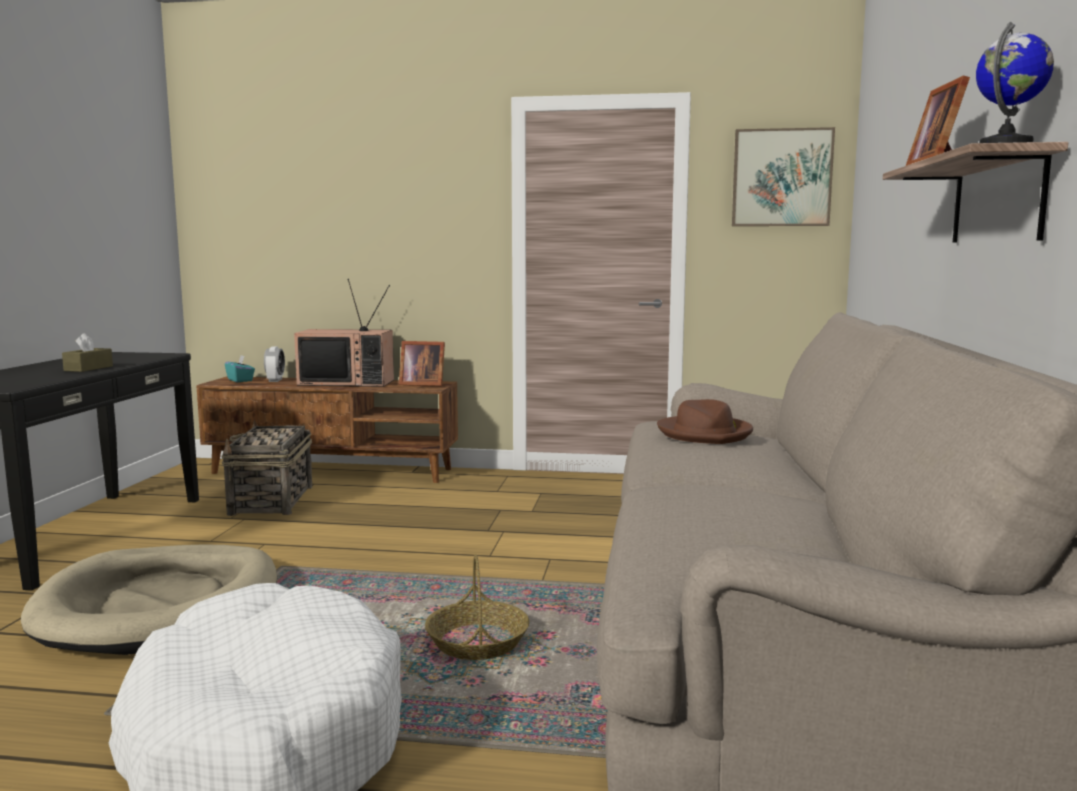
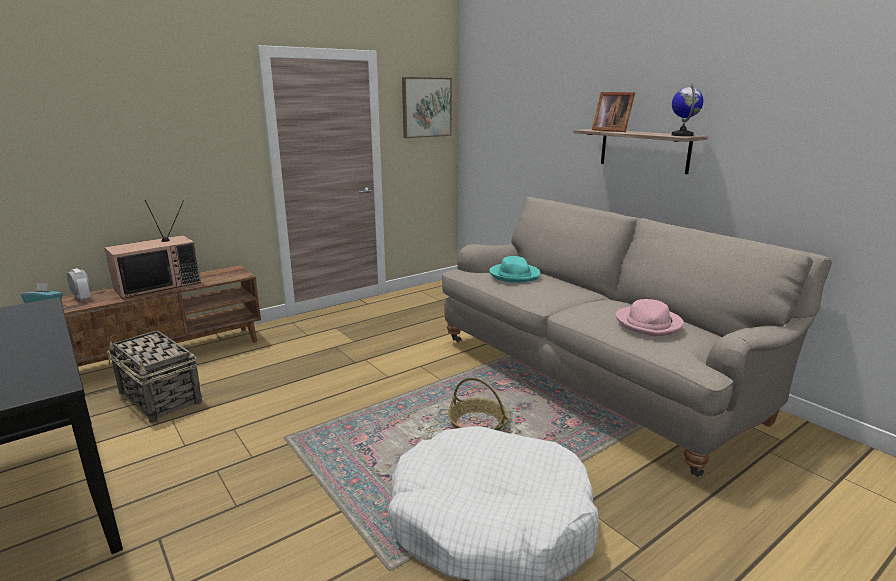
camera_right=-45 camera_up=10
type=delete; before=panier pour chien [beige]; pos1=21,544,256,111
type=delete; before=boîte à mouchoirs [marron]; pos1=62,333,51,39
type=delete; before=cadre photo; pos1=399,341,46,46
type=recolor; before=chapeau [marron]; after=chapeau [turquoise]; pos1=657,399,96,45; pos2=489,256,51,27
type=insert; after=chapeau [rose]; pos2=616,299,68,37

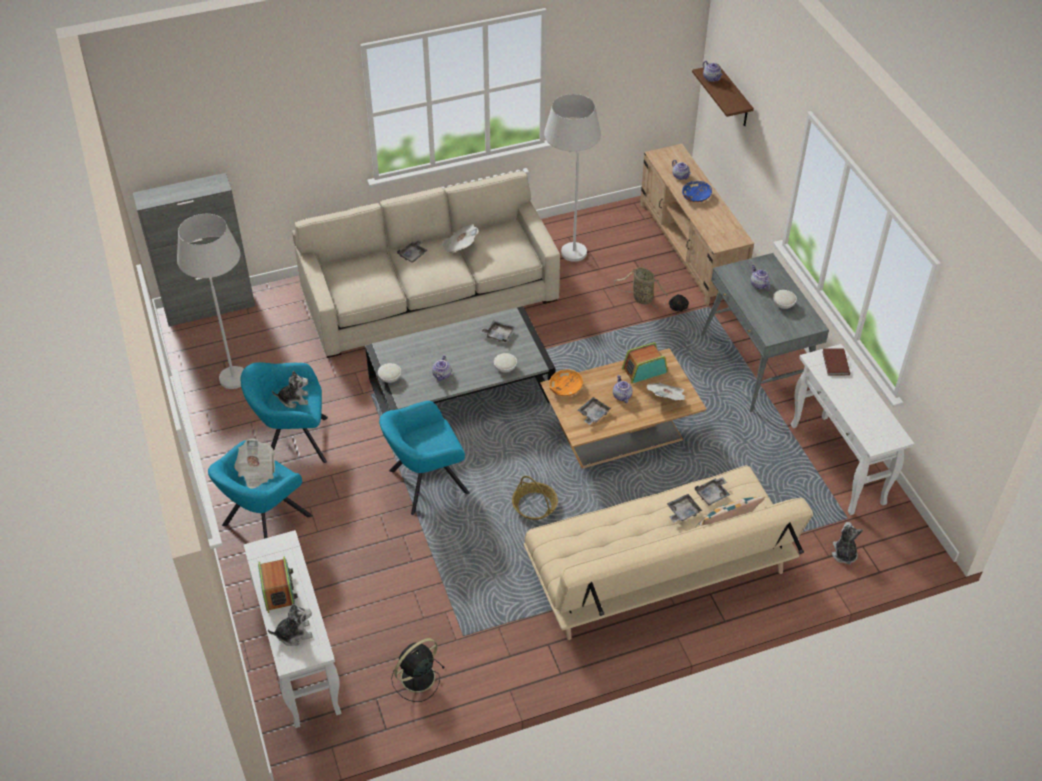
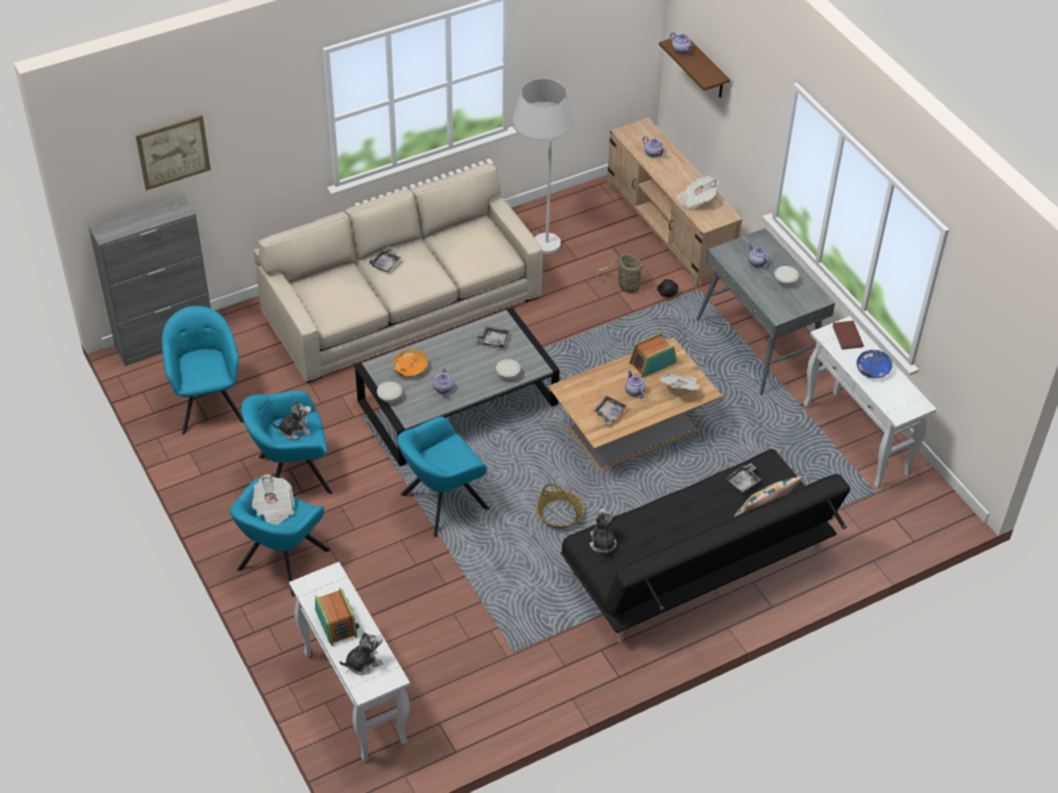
camera_right=-10 camera_up=0
type=replace; before=lampadaire [blanc]; after=fauteuil [turquoise]; pos1=177,214,67,175; pos2=162,306,82,129
type=delete; before=ventilateur [noir]; pos1=391,638,54,64
type=move; before=journal; pos1=442,224,37,30; pos2=676,176,43,33
type=recolor; before=canapé [beige]; after=canapé [noir]; pos1=524,465,289,175; pos2=561,449,289,194
type=move; before=bol [orange]; pos1=549,369,34,27; pos2=393,349,35,28
type=delete; before=plateau [gris]; pos1=667,494,35,28
type=move; before=bol [bleu]; pos1=682,181,30,21; pos2=857,350,35,28
type=move; before=peluche; pos1=832,522,31,43; pos2=590,508,28,45
type=insert; after=tableau; pos2=135,115,76,75

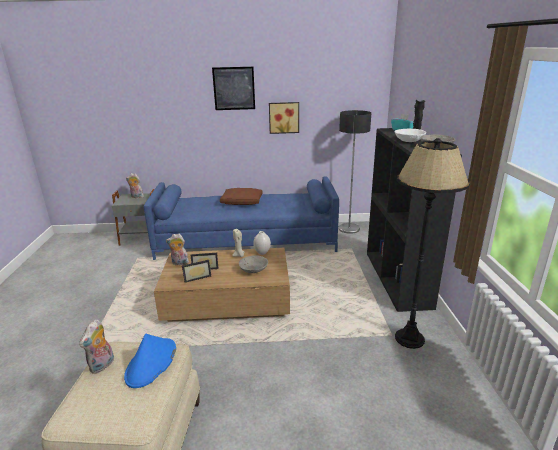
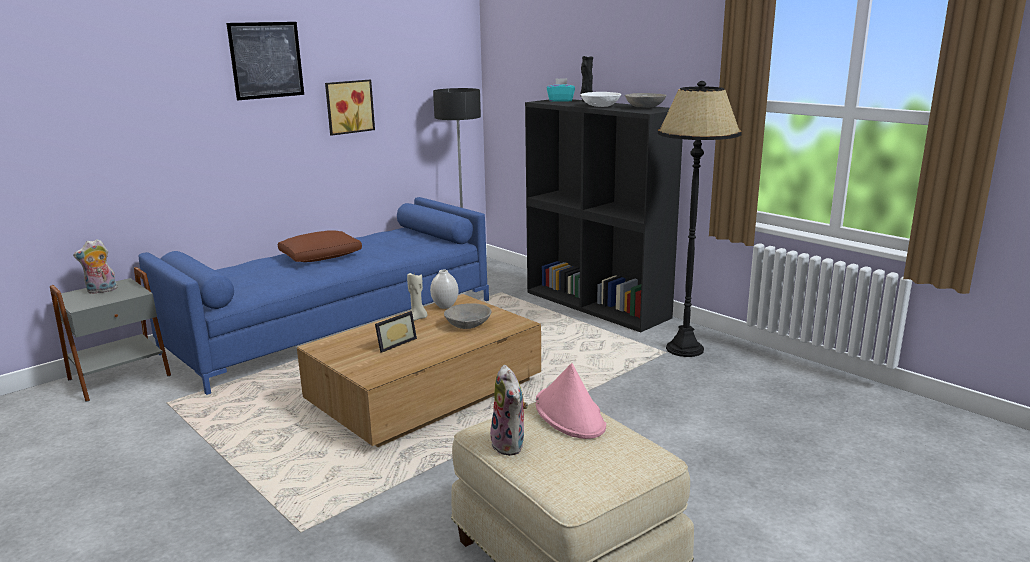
camera_right=-40 camera_up=-5
type=recolor; before=chapeau [bleu]; after=chapeau [rose]; pos1=124,334,52,54; pos2=536,363,70,76
type=delete; before=peluche; pos1=166,234,23,31
type=delete; before=cadre photo; pos1=182,260,29,23

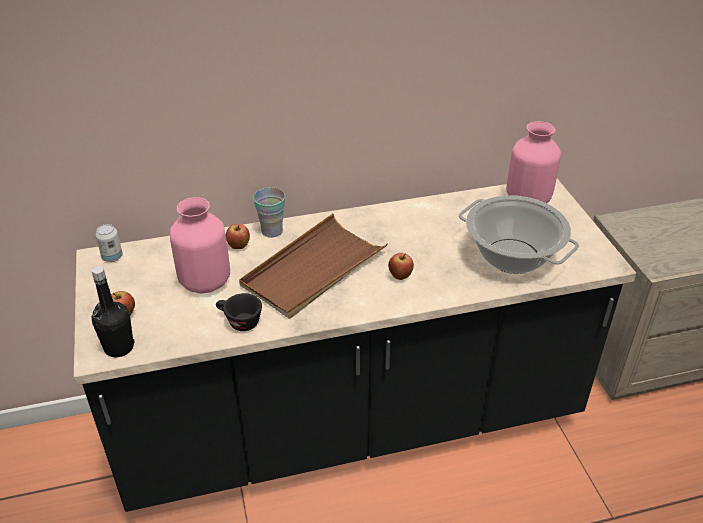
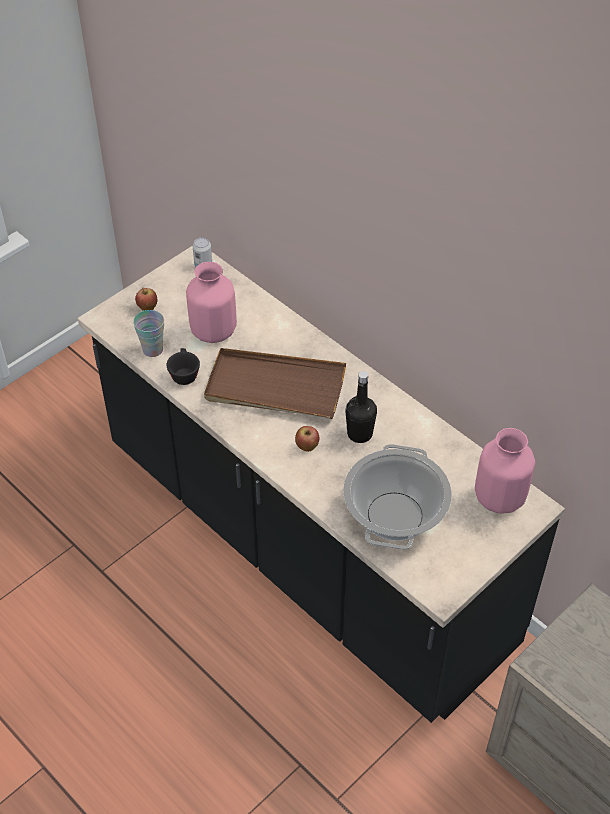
camera_right=60 camera_up=10
type=move; before=bouteille [noir]; pos1=92,266,42,91; pos2=346,371,31,72
type=delete; before=pomme; pos1=226,224,24,25
type=move; before=tasse; pos1=253,187,32,51; pos2=133,310,31,47

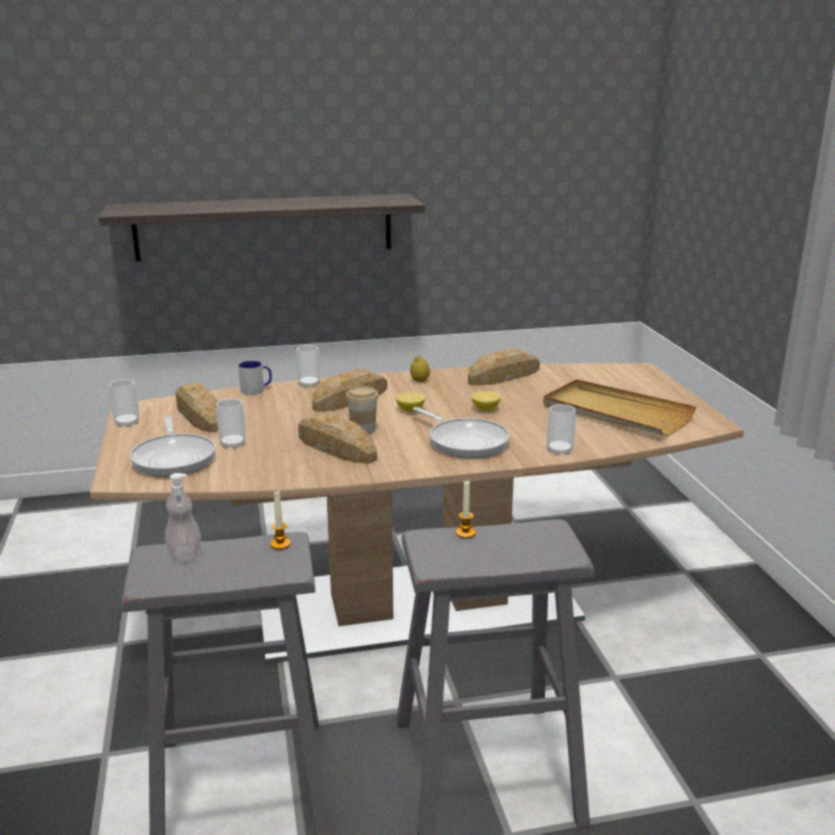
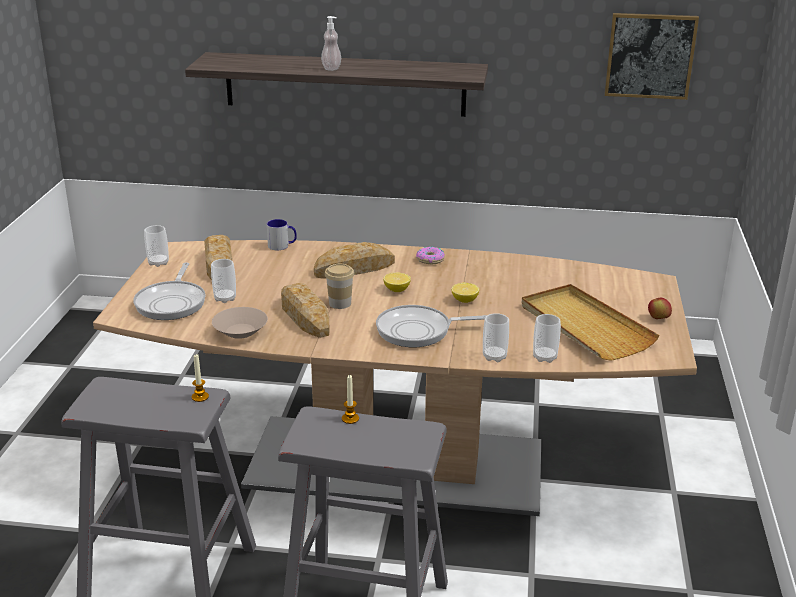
camera_right=20 camera_up=5
type=move; before=distributeur de savon; pos1=165,473,36,88; pos2=321,16,20,55
type=move; before=tasse; pos1=296,345,24,43; pos2=533,314,28,49
type=replace; before=citron; after=beignet; pos1=410,356,20,26; pos2=416,247,29,17
type=rotate; before=poêle; pos1=413,407,97,51; pos2=376,305,111,42; turn=105
type=delete; before=pain; pos1=468,349,72,37
type=insert; after=bol [beige]; pos2=212,307,56,32
type=insert; after=tableau; pos2=605,13,94,87
type=insert; after=pomme; pos2=648,297,24,22

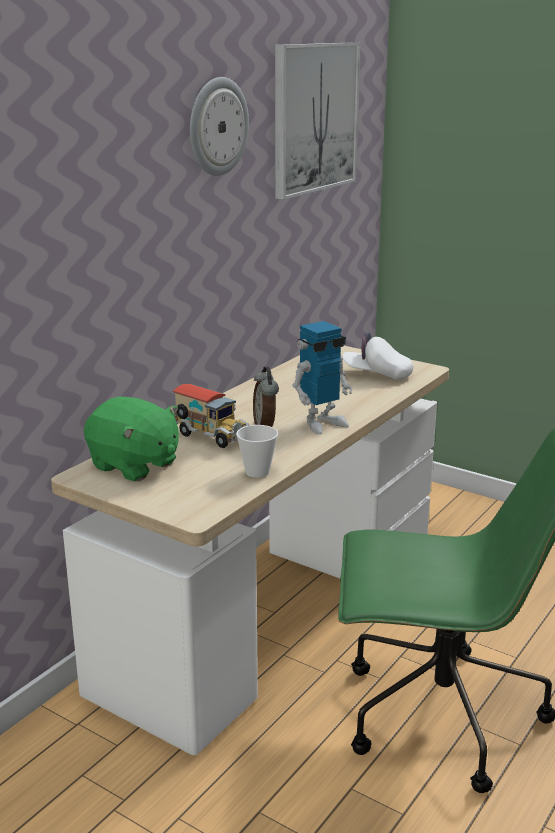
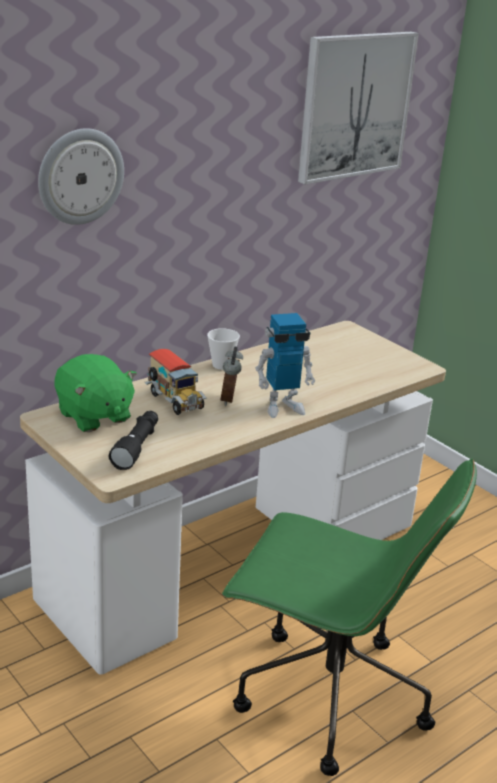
camera_right=15 camera_up=5
type=move; before=horloge murale; pos1=190,77,59,99; pos2=38,128,86,97
type=move; before=tasse; pos1=236,425,42,53; pos2=207,328,33,42
type=delete; before=casquette [blanc]; pos1=342,332,71,48
type=insert; after=lampe de poche [noir]; pos2=109,411,49,59

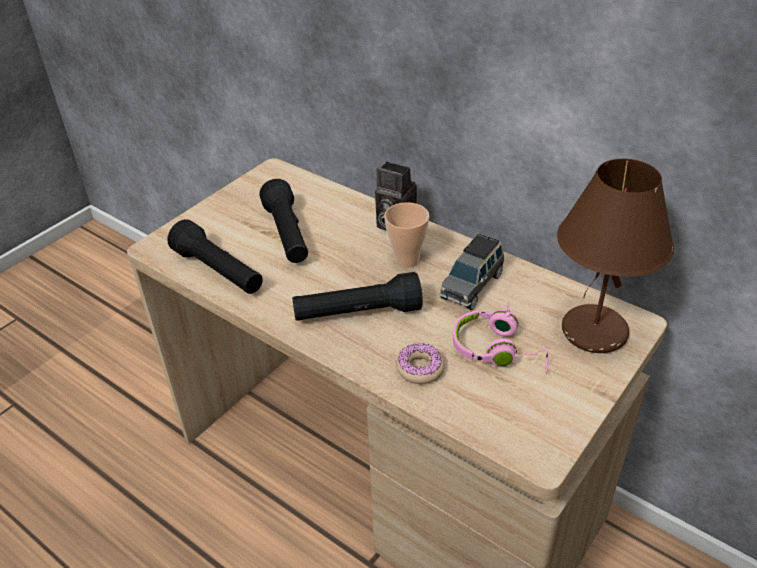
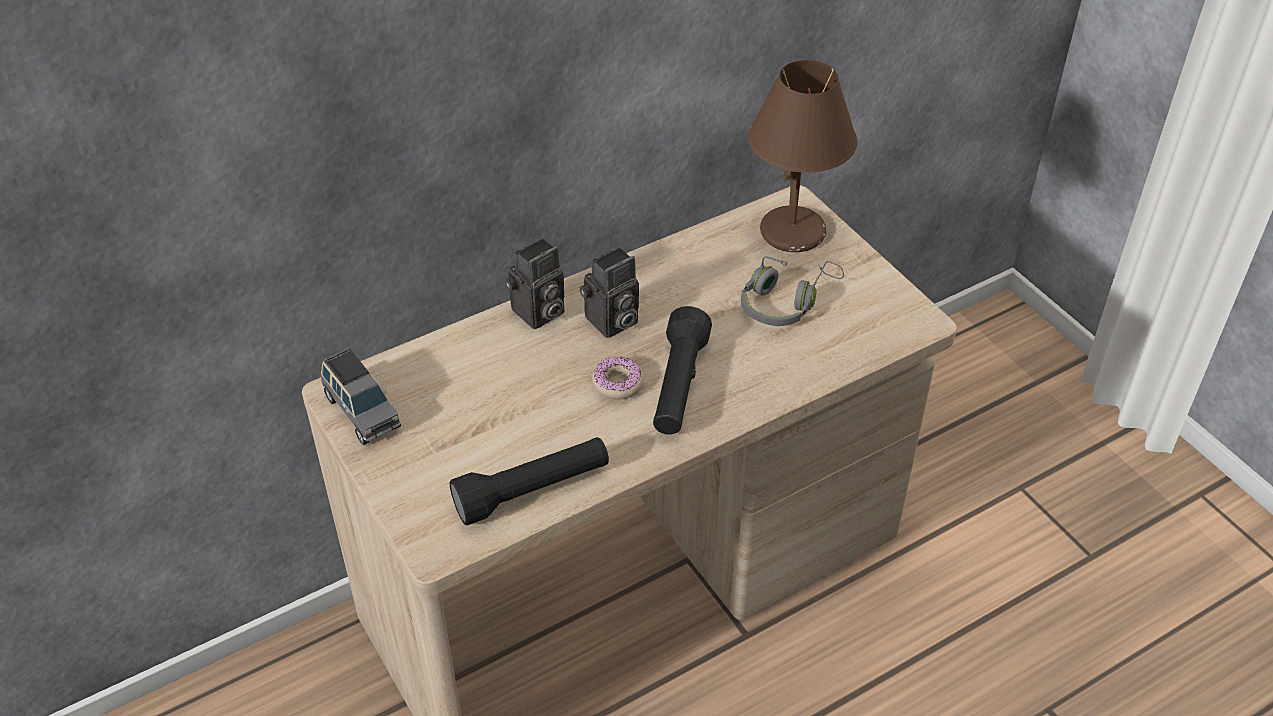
camera_right=-70 camera_up=5
type=delete; before=lampe de poche [noir]; pos1=259,179,49,84
type=replace; before=tasse; after=appareil photo; pos1=384,202,45,66; pos2=580,247,59,91
type=move; before=beignet; pos1=396,344,49,40; pos2=592,356,52,44
type=move; before=petite voiture [gris]; pos1=440,233,64,77; pos2=321,349,80,96
type=recolor; before=casque audio [rose]; after=casque audio [gris]; pos1=453,301,96,73; pos2=741,256,103,70

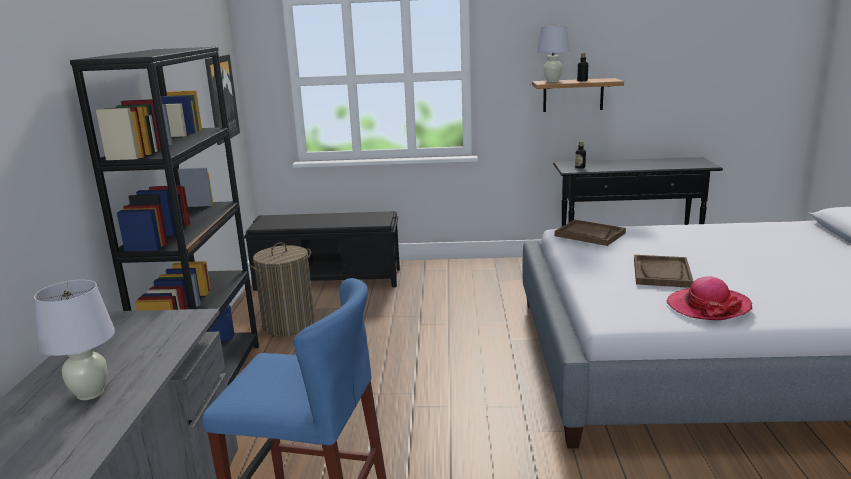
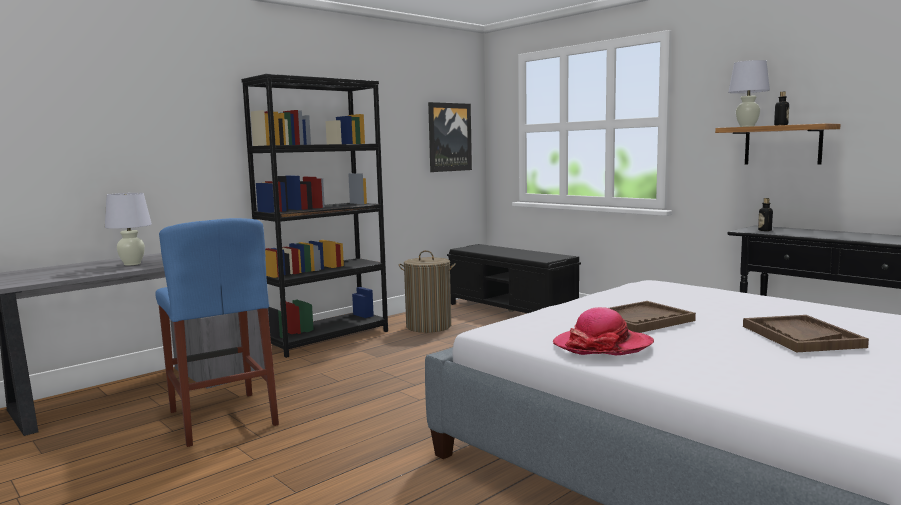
camera_right=45 camera_up=-10
type=move; before=plateau [marron]; pos1=555,219,71,27; pos2=743,315,126,37

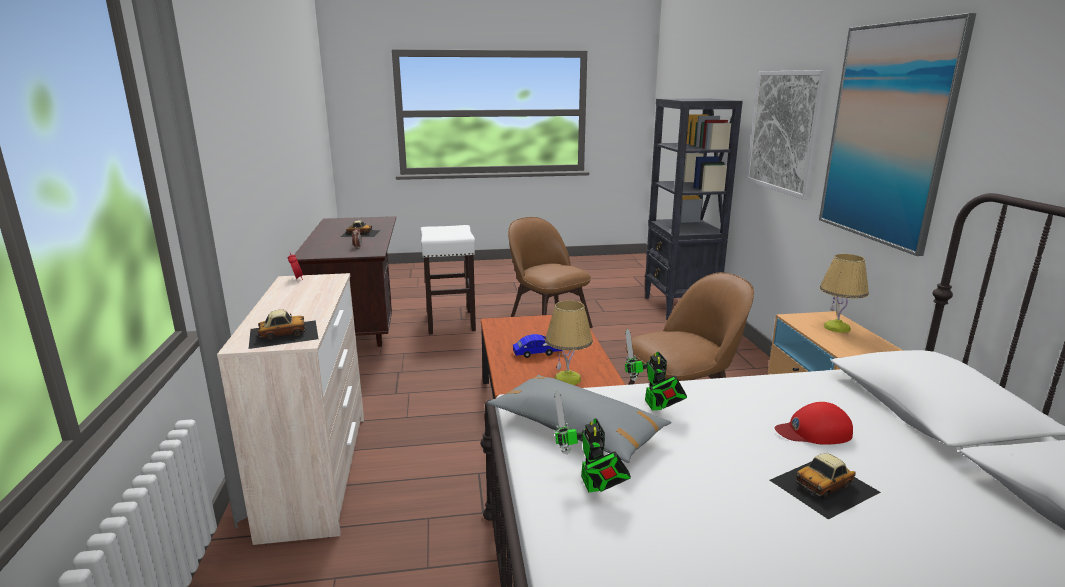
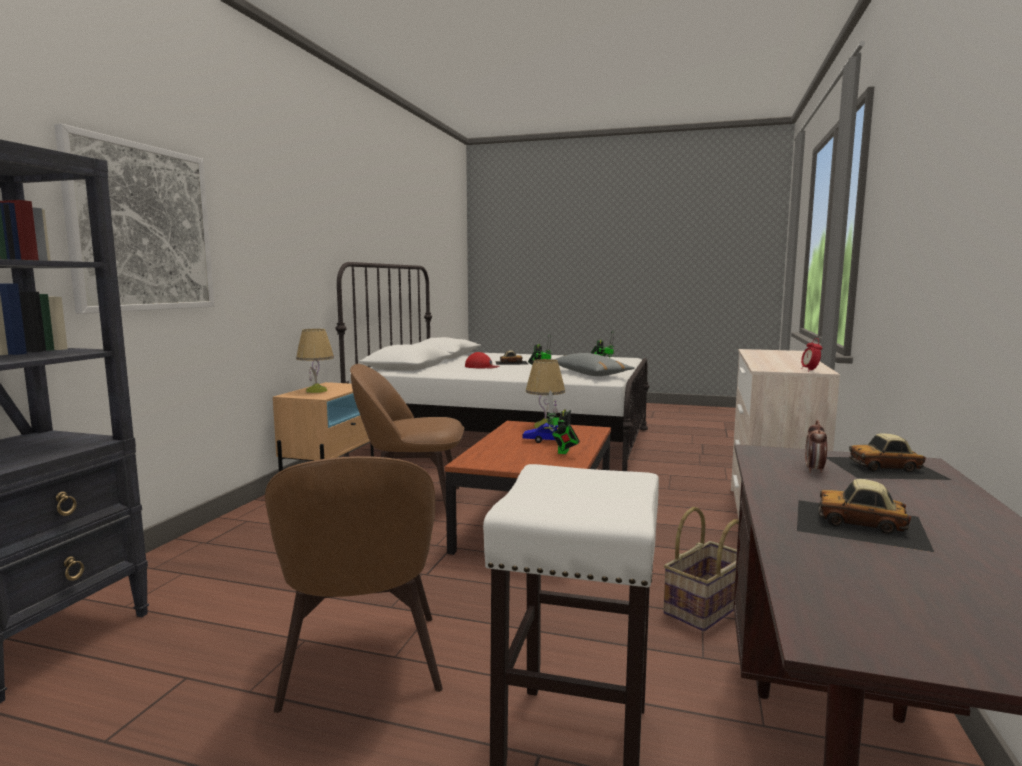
camera_right=-155 camera_up=-10
type=move; before=petite voiture; pos1=249,309,70,40; pos2=827,433,124,47
type=delete; before=tableau; pos1=819,13,157,243
type=insert; after=robot jouet; pos2=547,390,33,64
type=insert; after=panier; pos2=663,507,76,124

